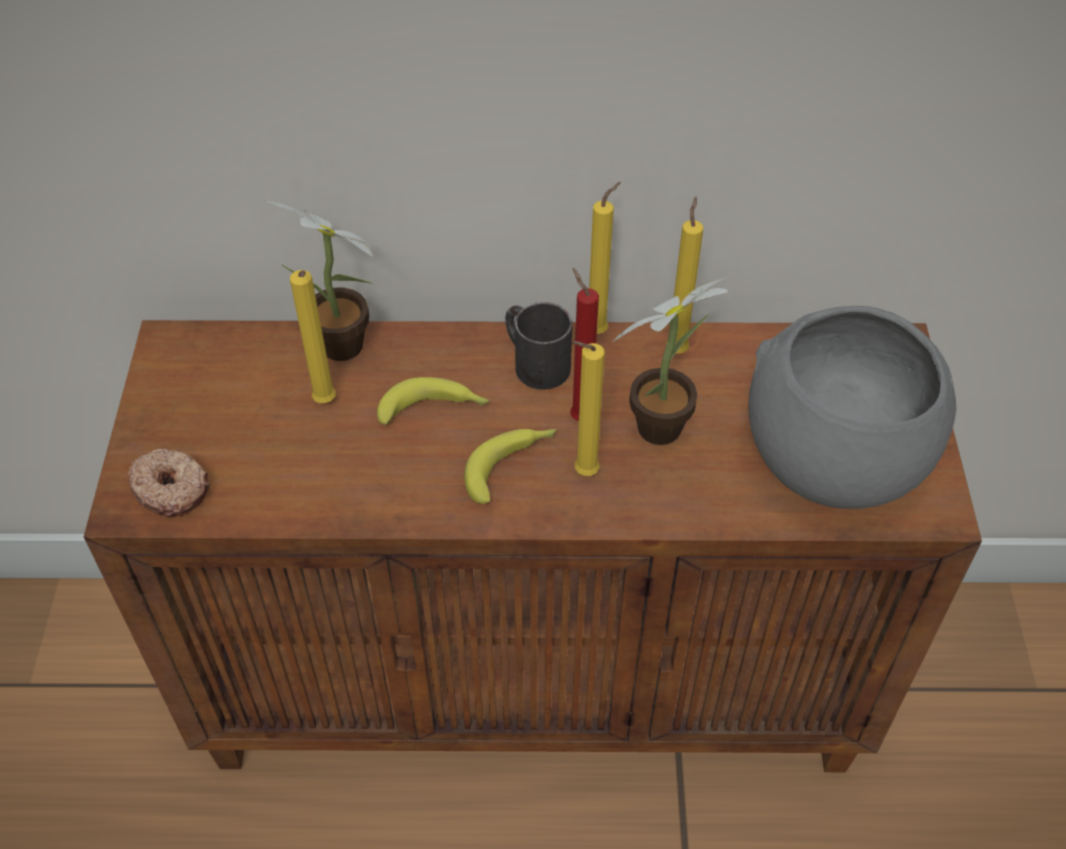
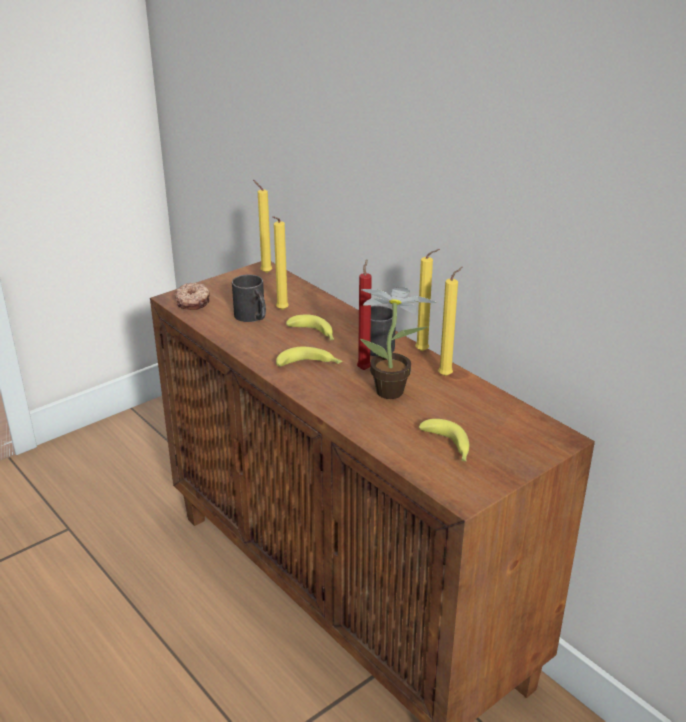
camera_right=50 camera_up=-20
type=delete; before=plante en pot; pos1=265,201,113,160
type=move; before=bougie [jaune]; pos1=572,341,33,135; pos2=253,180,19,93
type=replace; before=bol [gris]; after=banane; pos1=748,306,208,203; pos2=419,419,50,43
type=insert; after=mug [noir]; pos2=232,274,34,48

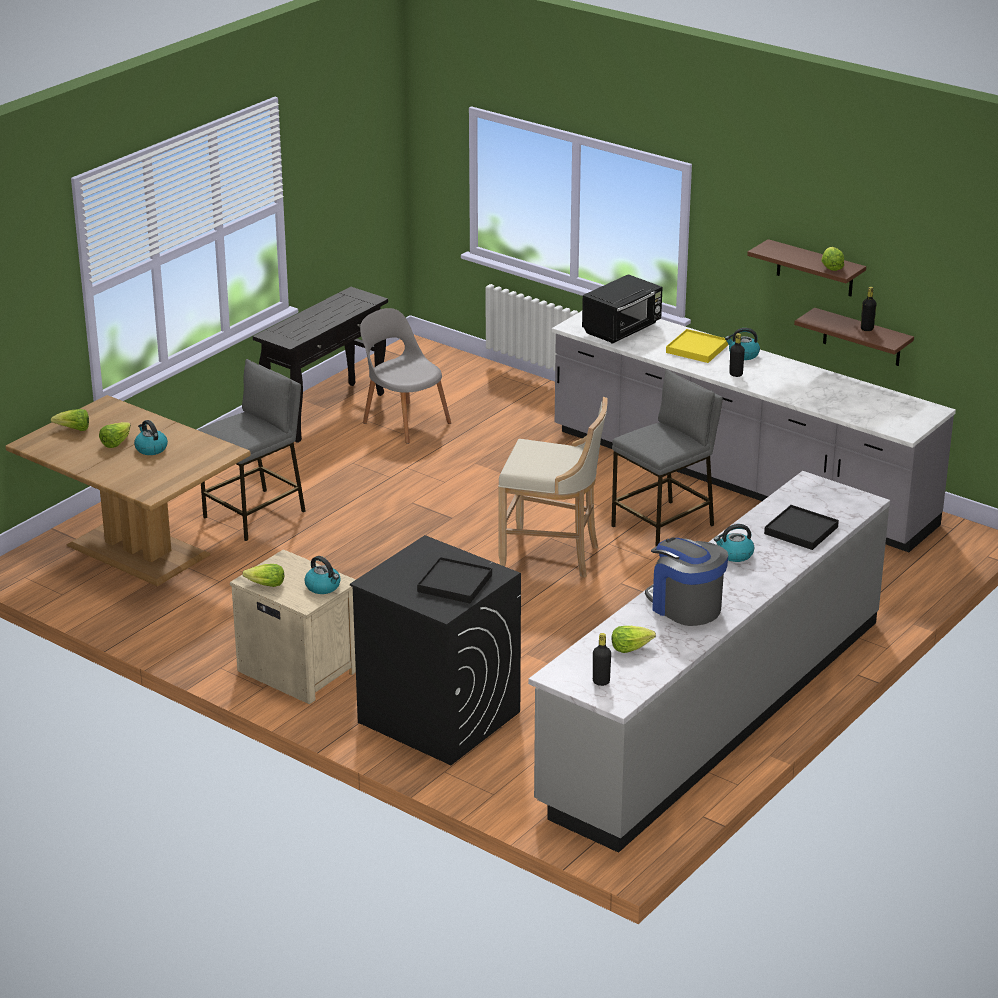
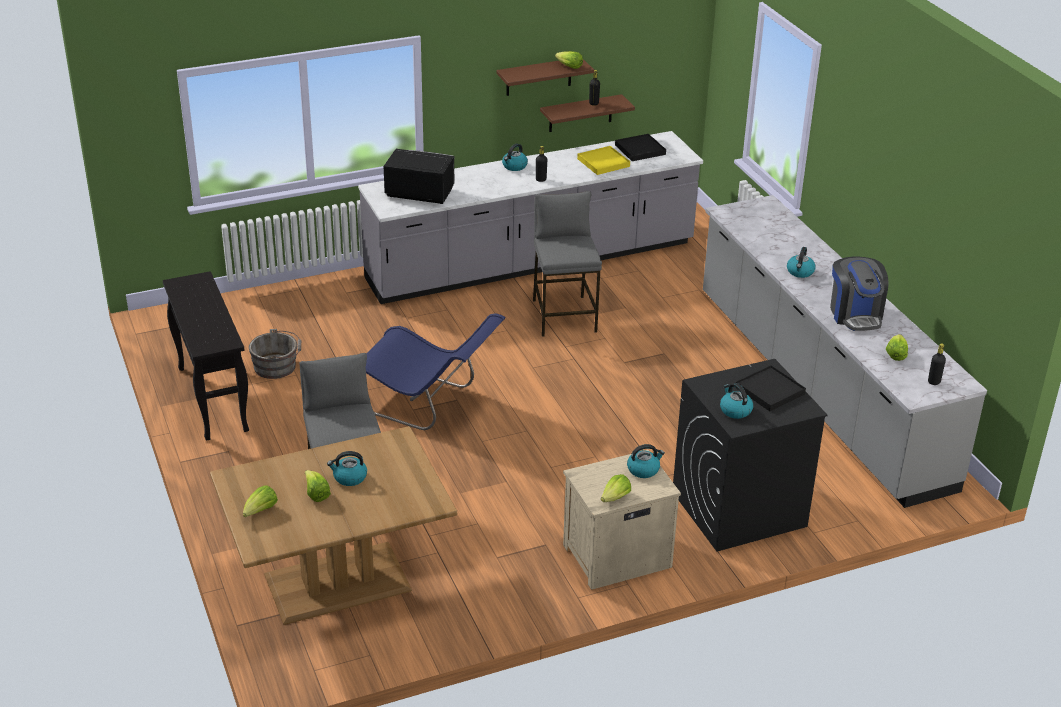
camera_right=-60 camera_up=5
type=replace; before=chaise [gris]; after=seau [gris]; pos1=360,308,91,136; pos2=249,329,52,50
type=delete; before=tabouret [beige]; pos1=498,397,110,181
type=rotate; before=micro-ondes [noir]; pos1=582,274,81,70; pos2=383,149,72,55; turn=-60
type=rotate; before=machine à café; pos1=645,538,83,88; pos2=830,257,59,74; turn=-90
type=move; before=plateau [jaune]; pos1=666,329,62,34; pos2=577,146,53,29
type=move; before=plateau [noir]; pos1=764,505,75,45; pos2=615,134,51,27
type=insert; after=chaise [bleu]; pos2=366,313,139,117
type=insert; after=bouilloire; pos2=720,383,33,36

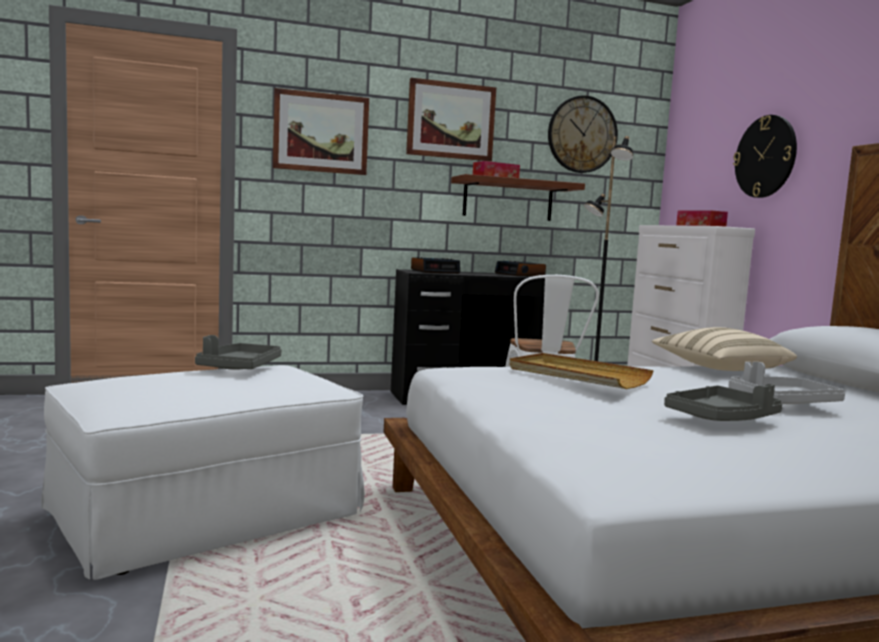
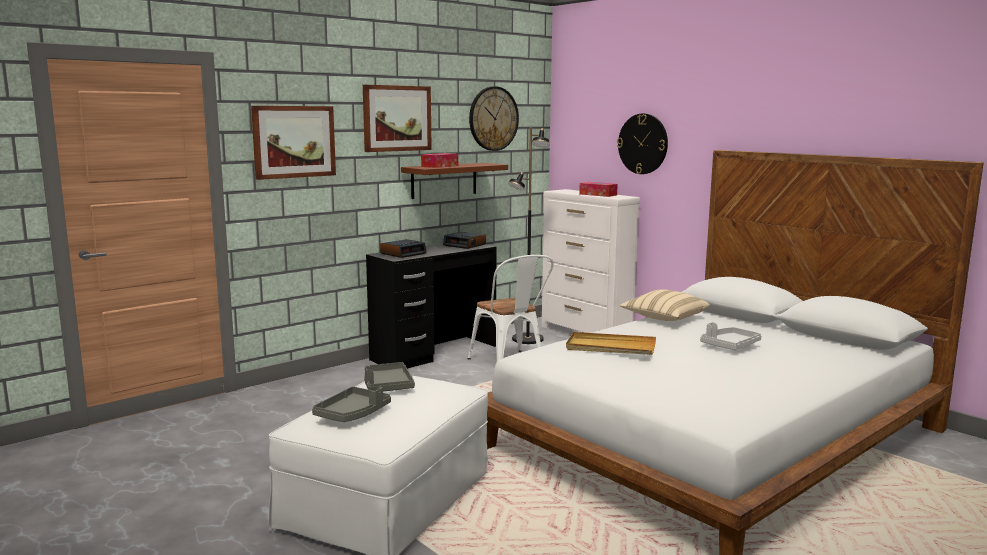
camera_right=-25 camera_up=5
type=move; before=plateau [gris]; pos1=664,384,119,37; pos2=312,387,79,35

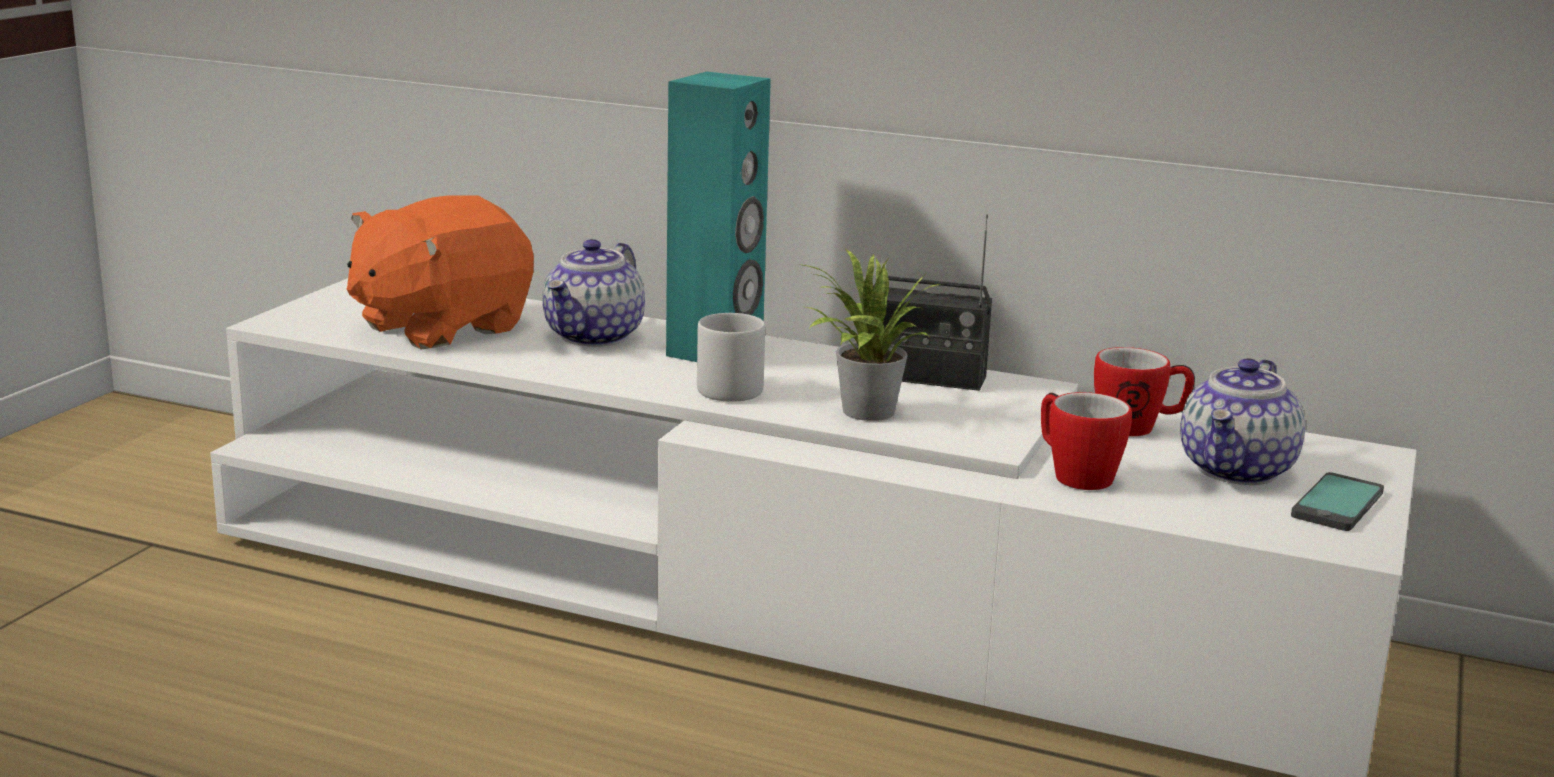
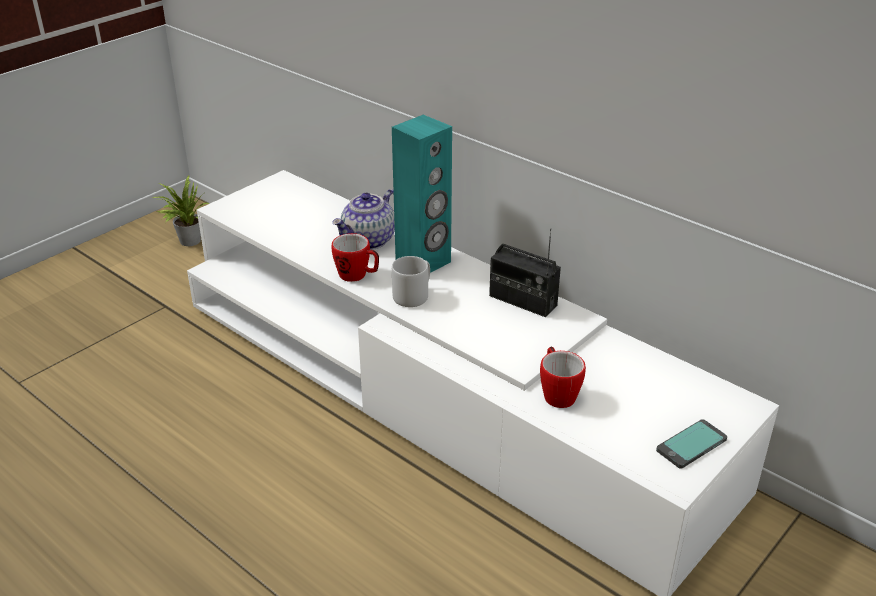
camera_right=20 camera_up=15
type=delete; before=peluche [orange]; pos1=347,195,187,154
type=move; before=plante en pot; pos1=798,249,144,172; pos2=152,175,57,71
type=move; before=mug; pos1=1094,347,101,90; pos2=332,233,47,49
type=delete; before=théière; pos1=1180,358,125,127

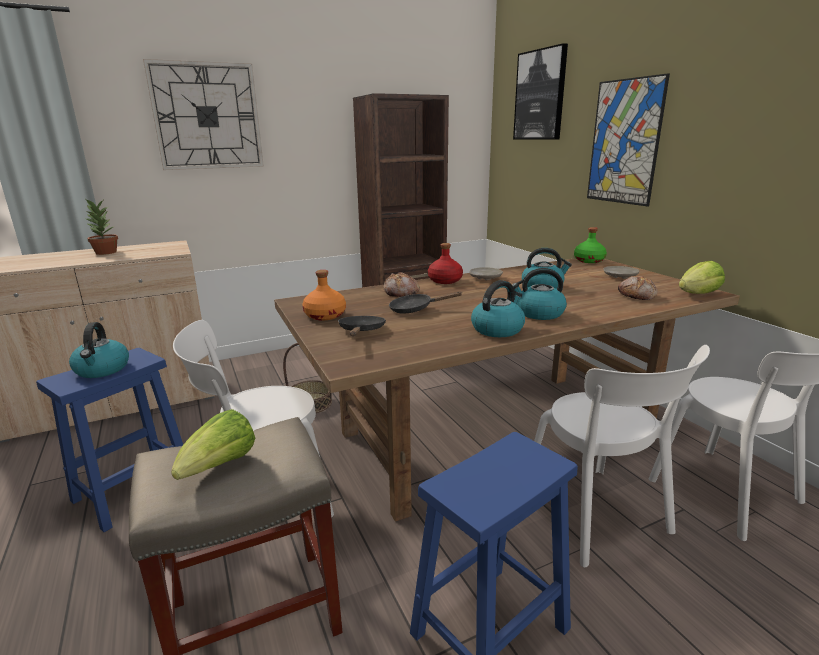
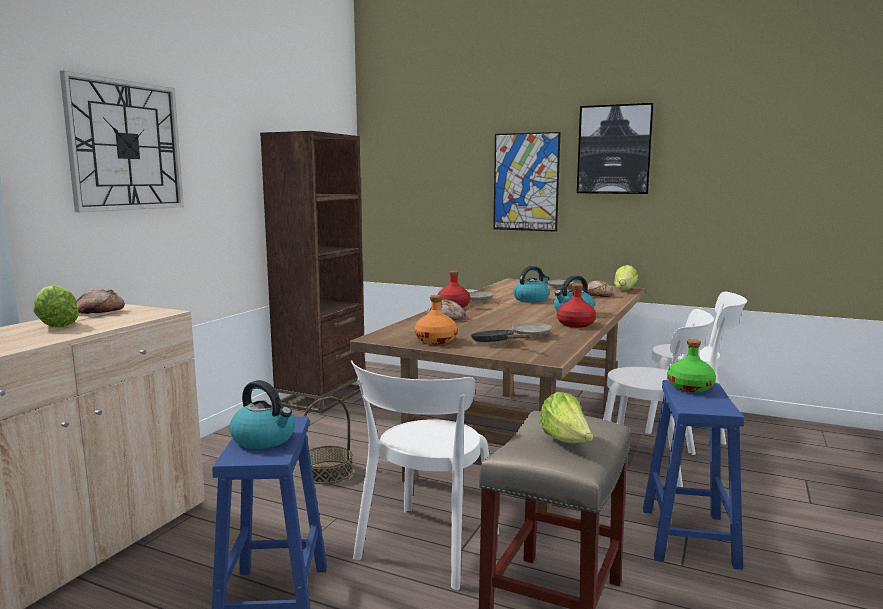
camera_right=-40 camera_up=-10
type=replace; before=plante en pot; after=laitue; pos1=84,200,34,55; pos2=33,285,46,42
type=delete; before=poêle [noir]; pos1=389,292,74,22
type=replace; before=bouilloire; after=bouteille [rouge]; pos1=471,280,54,57; pos2=557,283,39,45
type=move; before=tableau; pos1=513,43,55,97; pos2=577,103,77,91
type=move; before=bouteille [vert]; pos1=574,227,33,36; pos2=668,339,48,53
type=insert; after=pain; pos2=76,289,49,25
type=insert; after=assiette [beige]; pos2=512,323,40,14

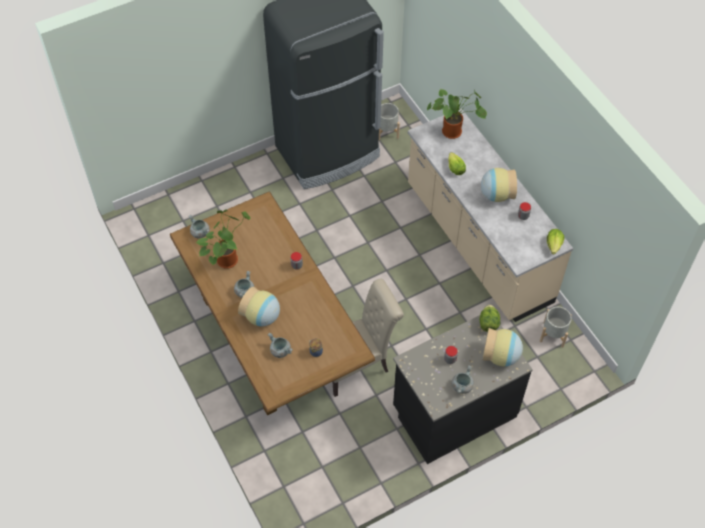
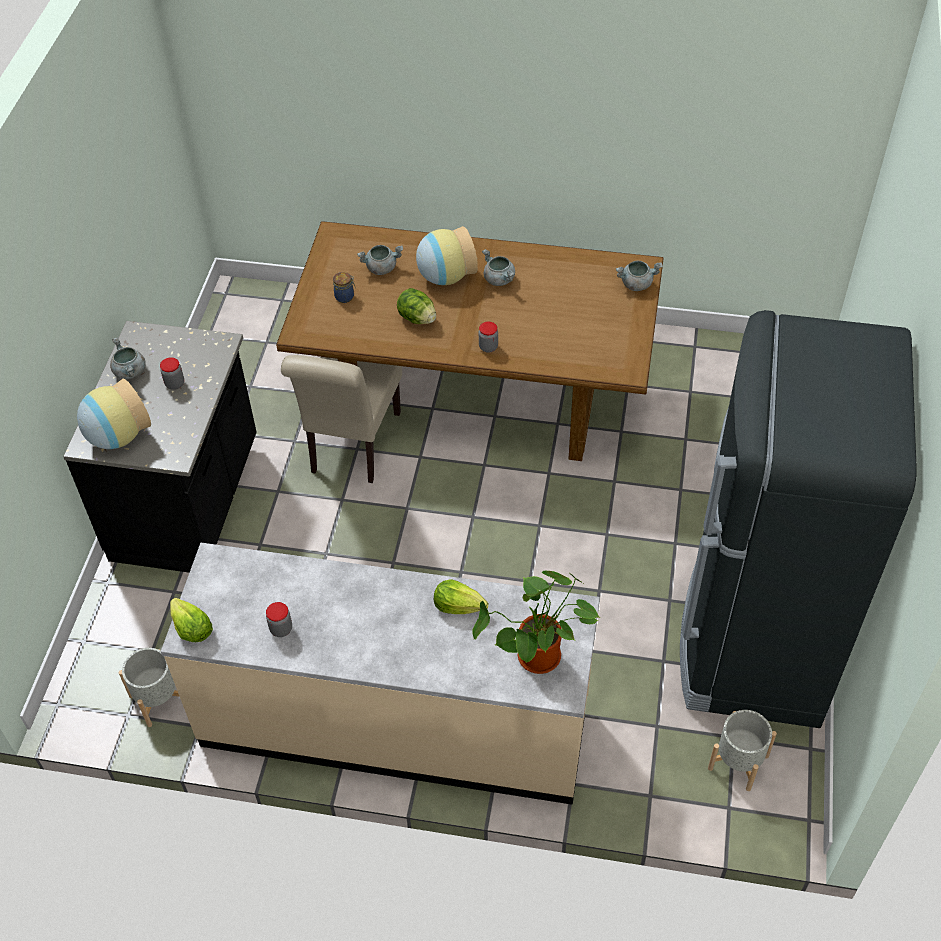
camera_right=130 camera_up=-5
type=delete; before=plante en pot; pos1=195,210,56,59
type=move; before=laitue; pos1=479,305,21,27; pos2=397,288,39,36
type=delete; before=vase; pos1=481,168,36,34

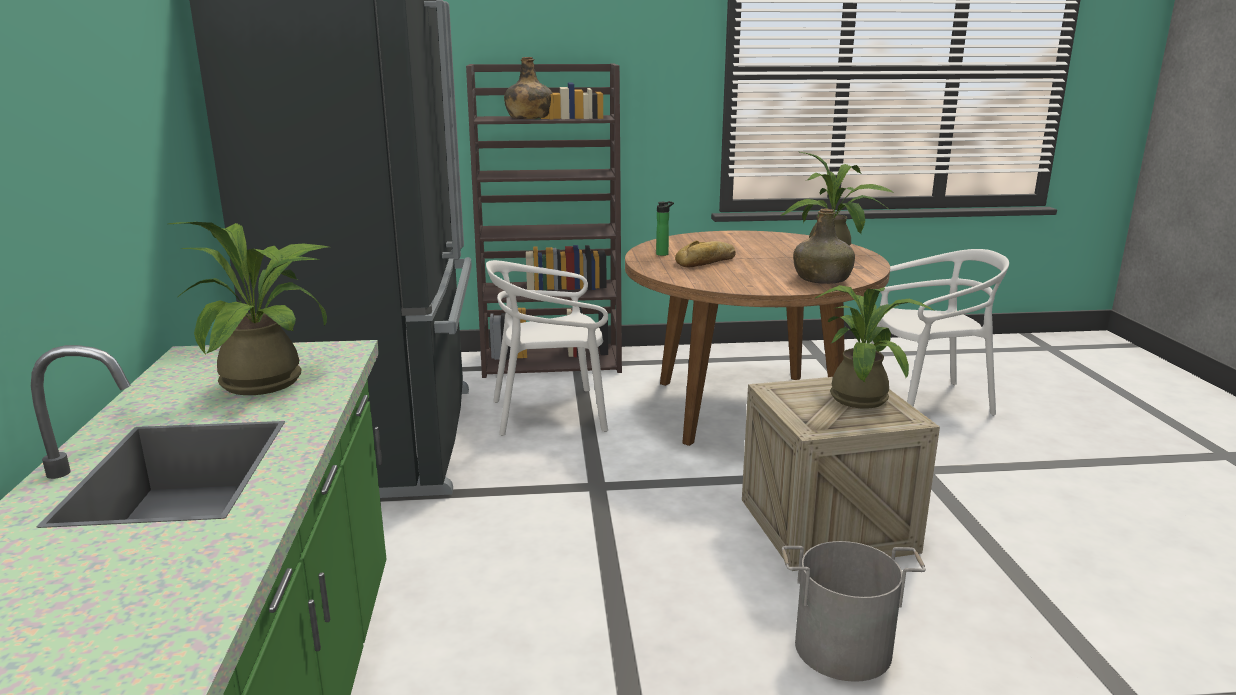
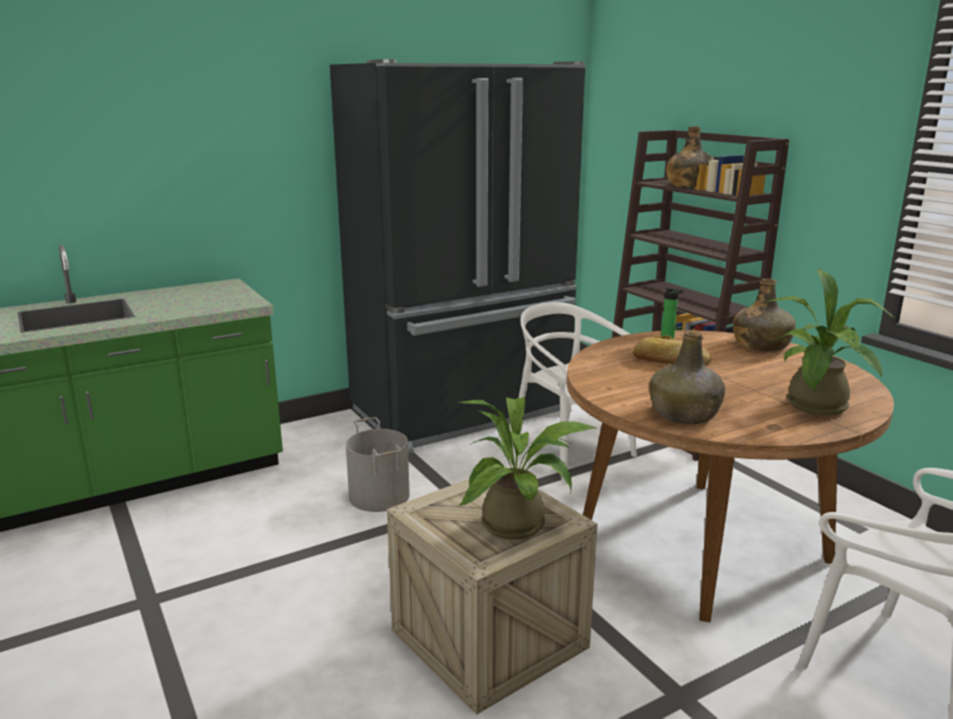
camera_right=65 camera_up=0
type=delete; before=plante en pot; pos1=168,222,161,173
type=move; before=seau [gris]; pos1=782,541,144,141; pos2=346,417,64,95
type=insert; after=bouteille [vert]; pos2=733,278,63,73

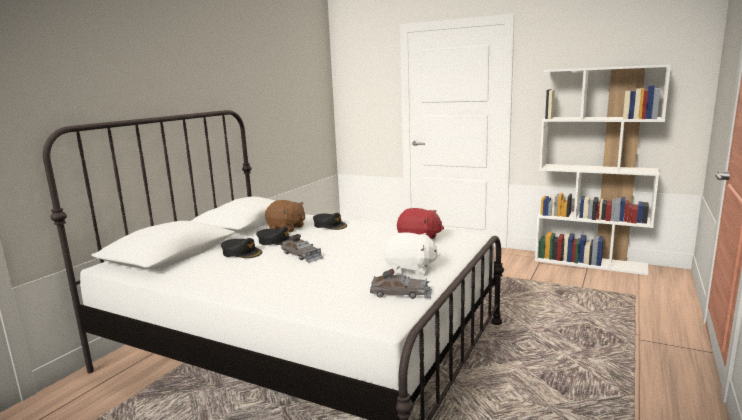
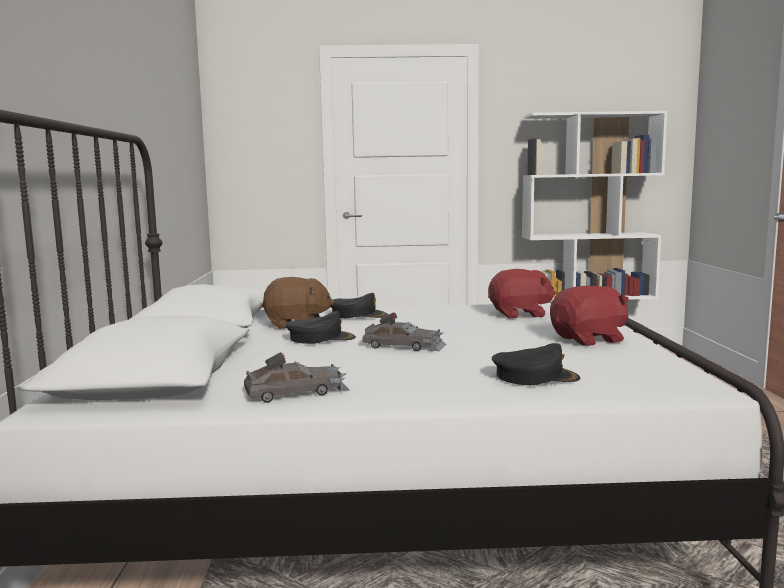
camera_right=-30 camera_up=-5
type=move; before=casquette [noir]; pos1=221,238,41,20; pos2=492,343,88,42
type=move; before=petite voiture [gris]; pos1=370,269,62,30; pos2=244,352,106,51
type=recolor; before=peluche [blanc]; after=peluche [rouge]; pos1=384,232,56,43; pos2=550,286,79,60

